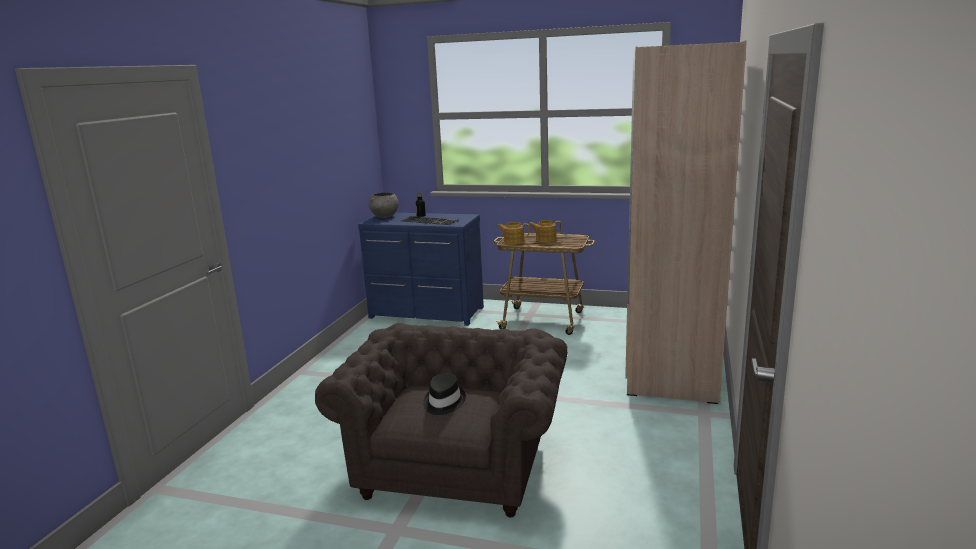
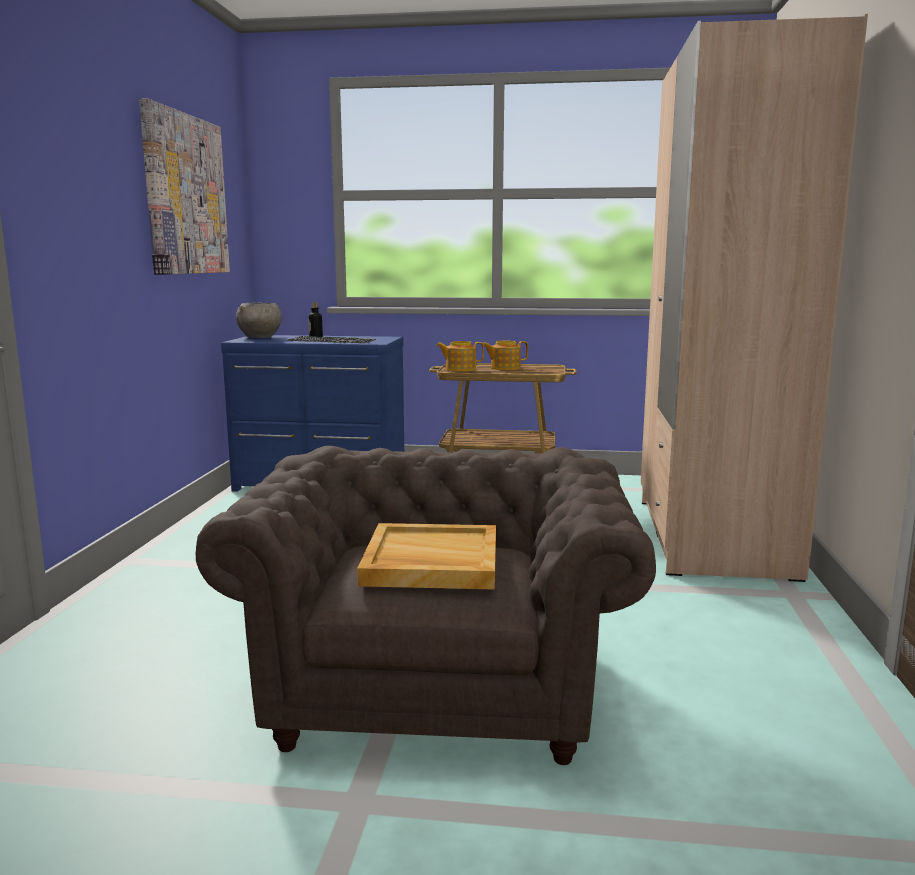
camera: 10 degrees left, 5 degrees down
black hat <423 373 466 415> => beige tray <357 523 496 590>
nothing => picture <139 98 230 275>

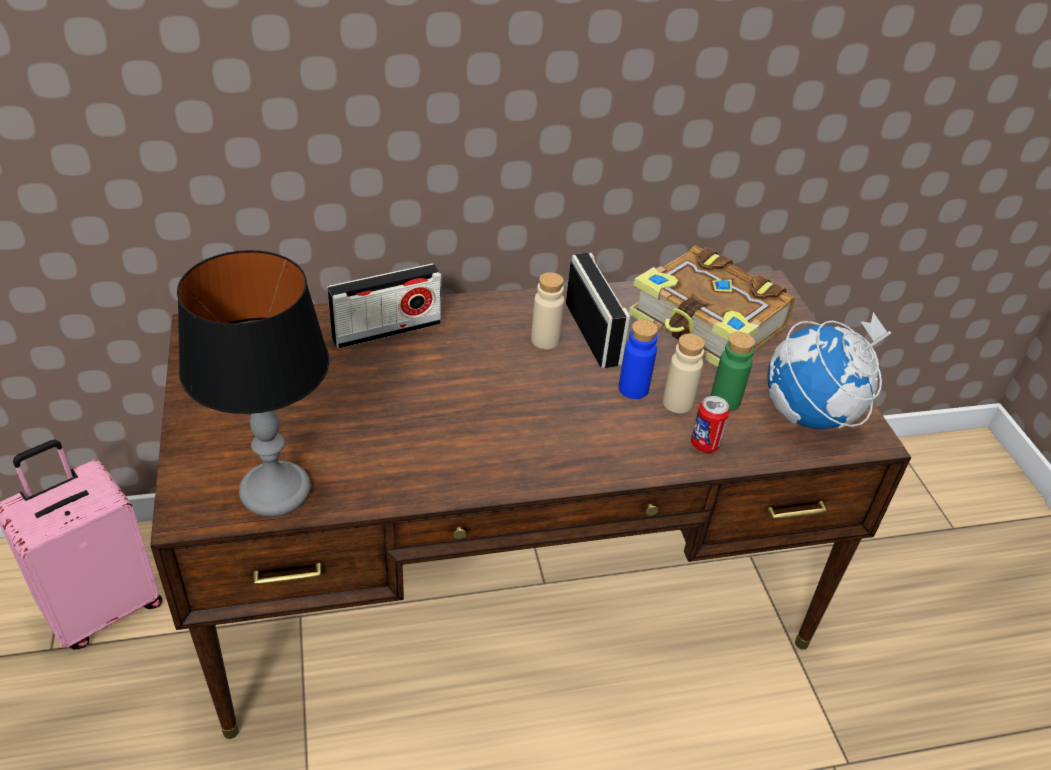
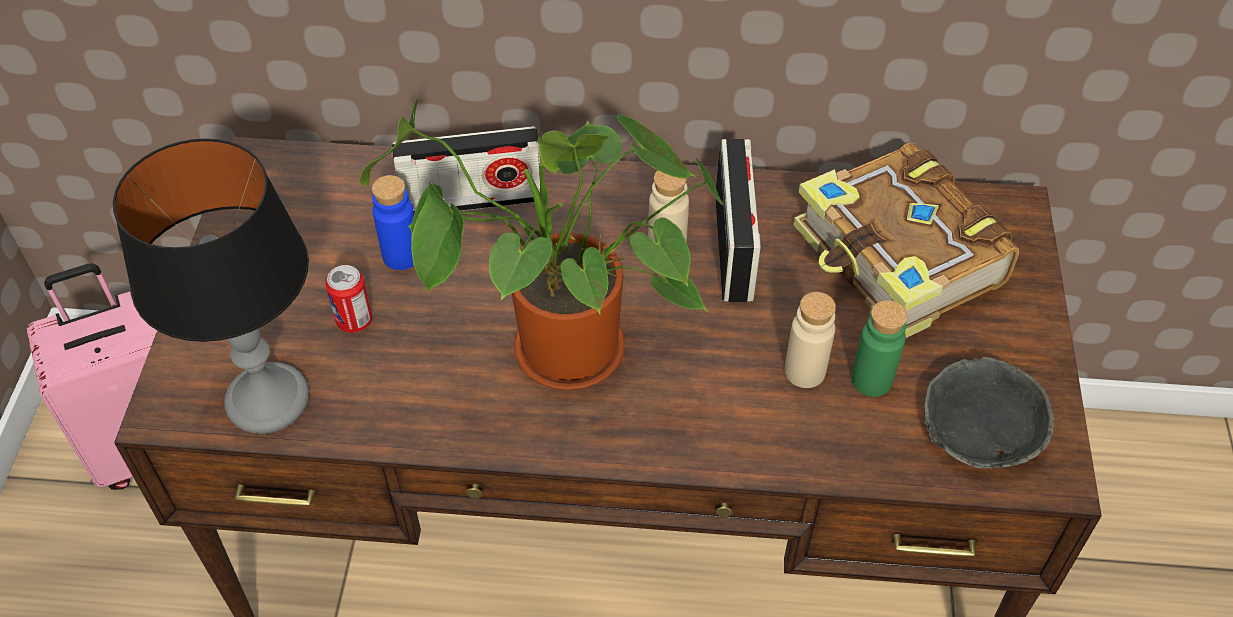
camera: 20 degrees right, 10 degrees up
blue bottle <619 320 658 399> => blue bottle <372 175 414 270>, shifted
can <691 396 730 453> => can <325 265 372 333>, shifted
globe <768 312 891 430> => grey bowl <925 357 1054 469>
nothing => potted plant <359 95 724 390>

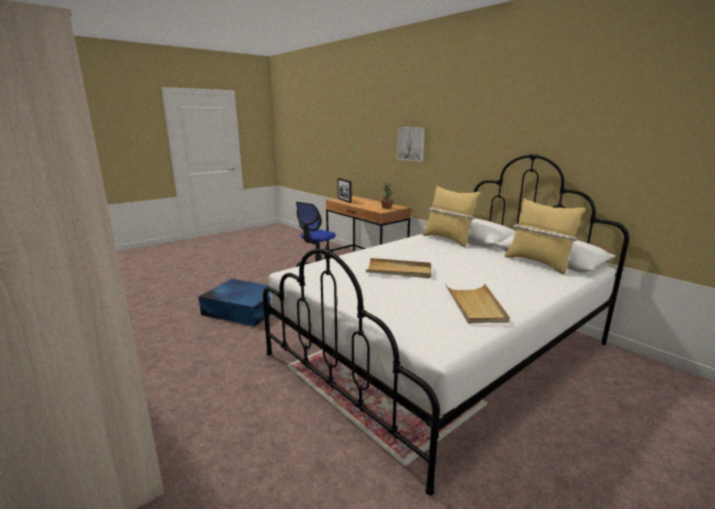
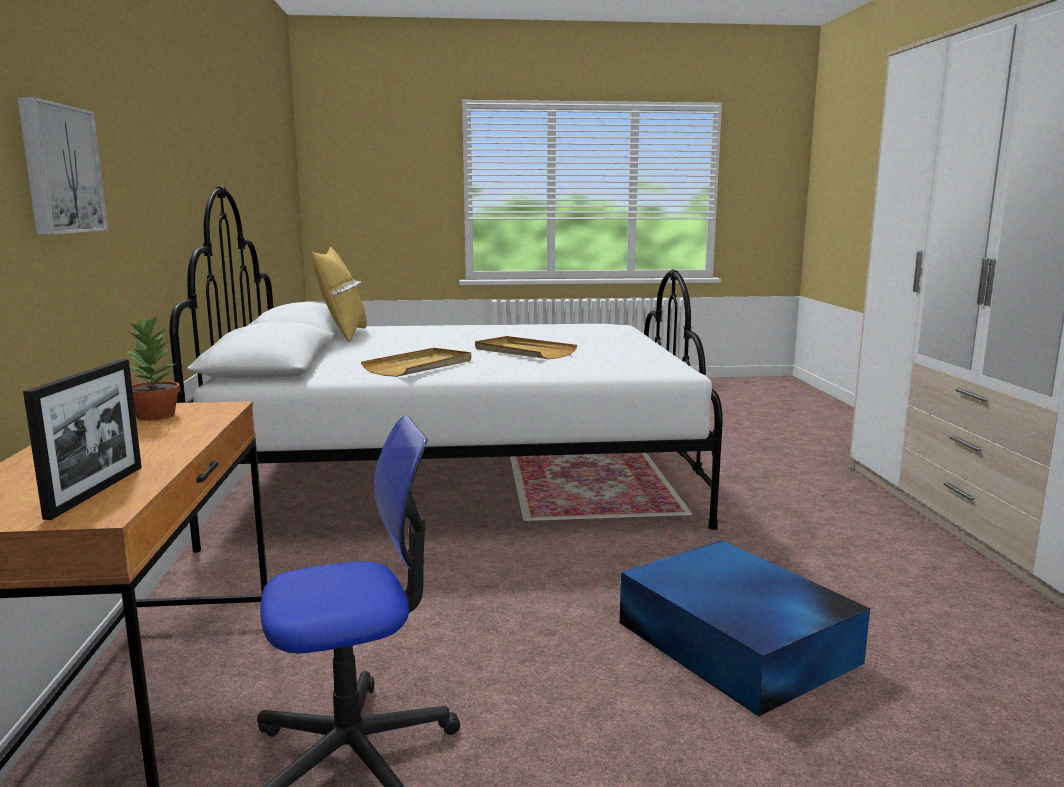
camera: 145 degrees left, 5 degrees down
yellow pillow <422 186 480 247> => nothing
beige tray <445 284 510 323> => beige tray <361 348 471 377>, shifted

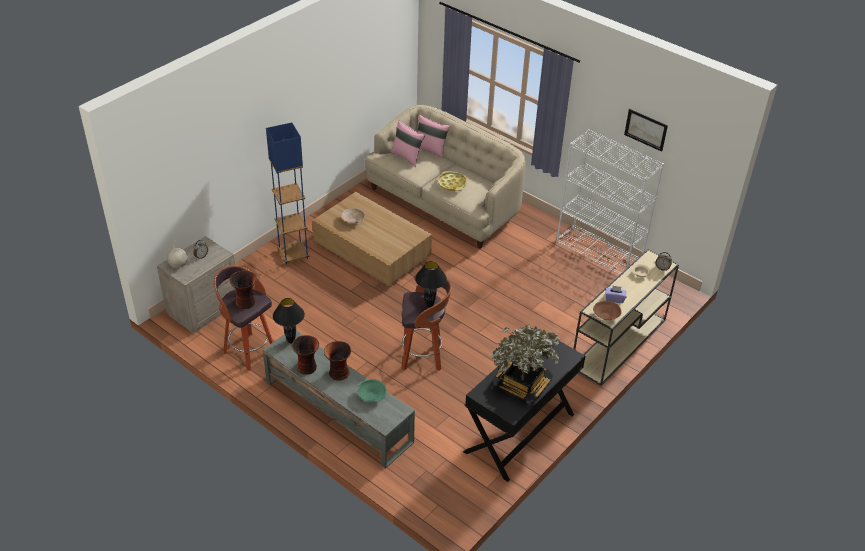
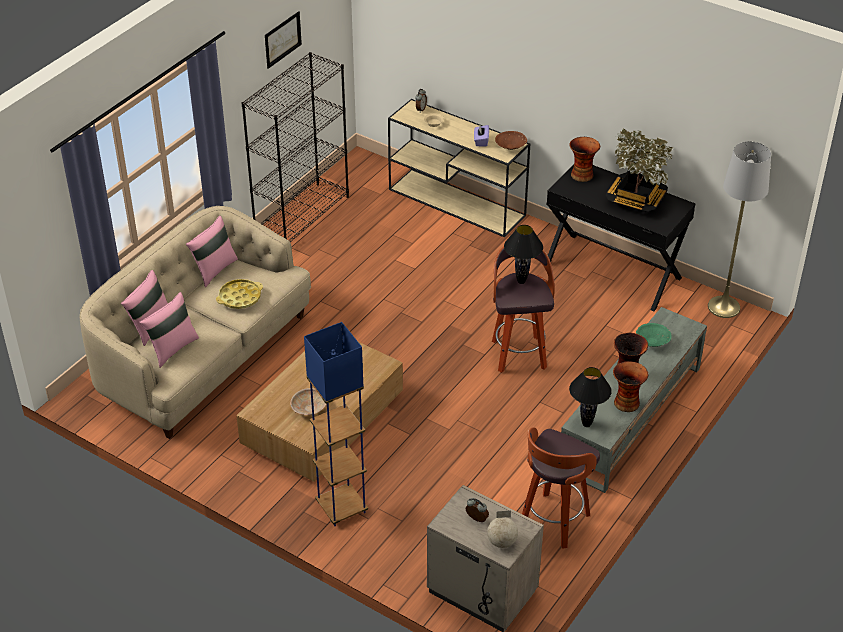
camera: 95 degrees left, 0 degrees up
vase <229 270 257 309> => vase <569 137 600 182>, shifted
white bookcase <556 129 664 274> => black bookcase <241 52 349 242>
nothing => pink pillow <186 216 238 287>
nothing => grey floor lamp <708 141 771 318>

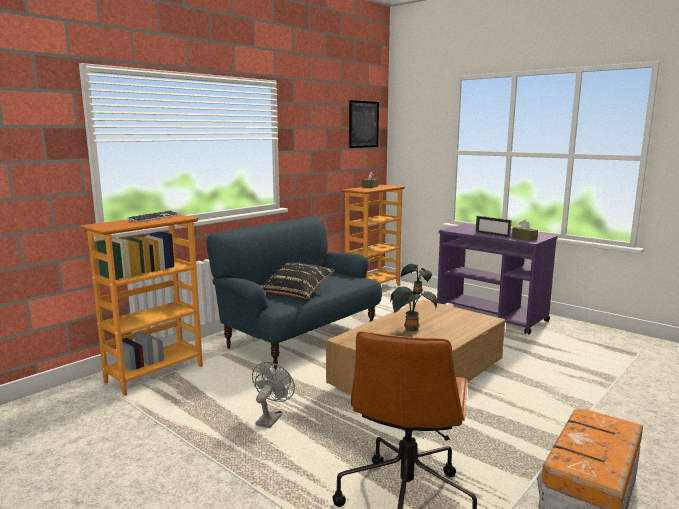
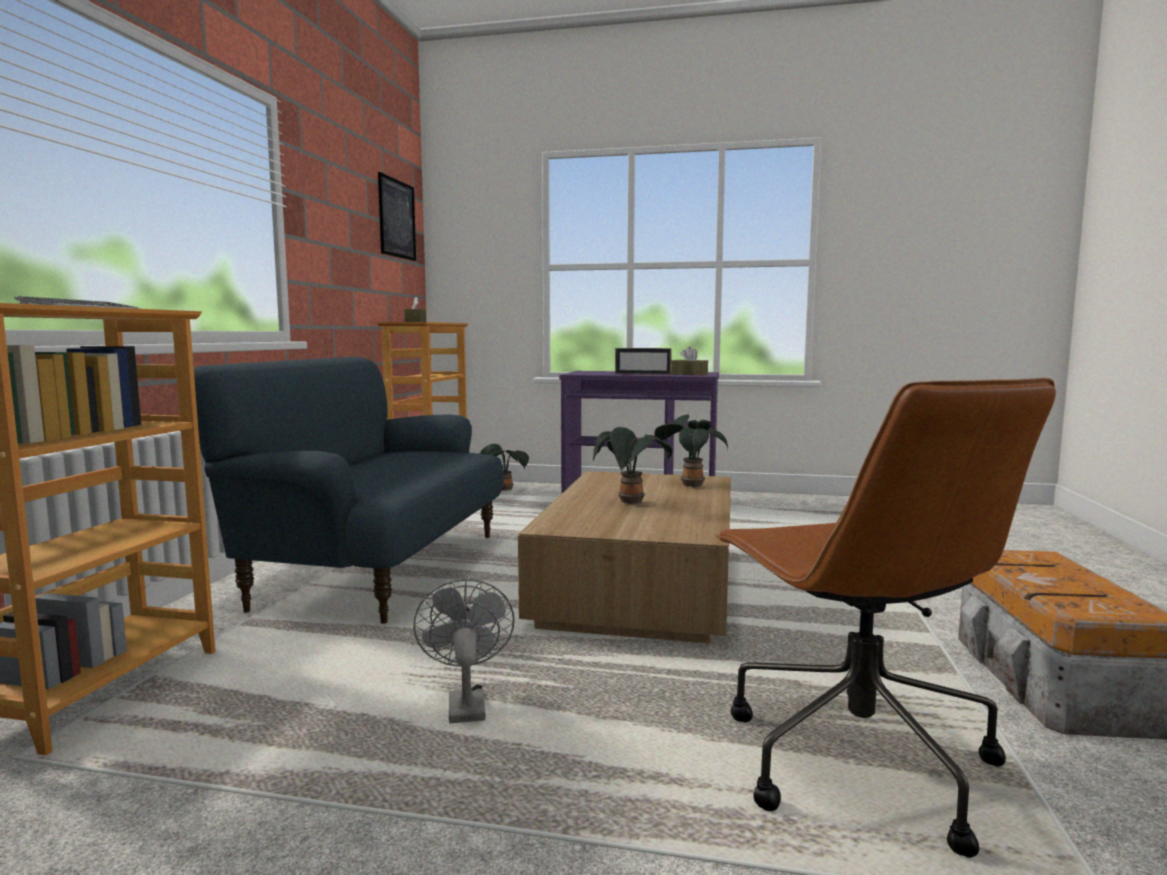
camera: 30 degrees left, 5 degrees down
black pillow <260 262 334 299> => nothing
nothing => potted plant <654 414 728 488>

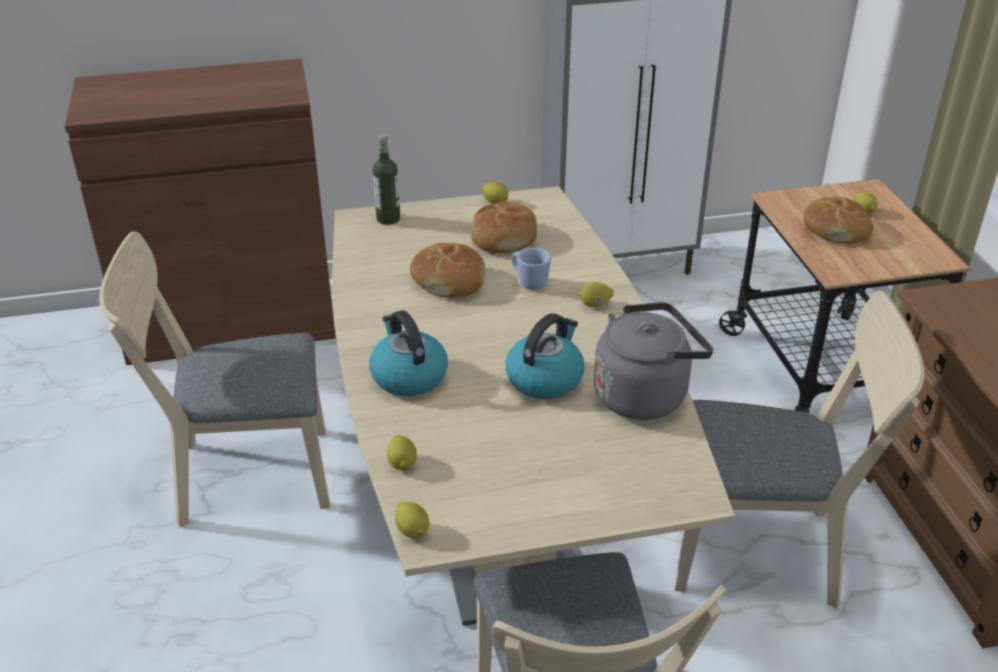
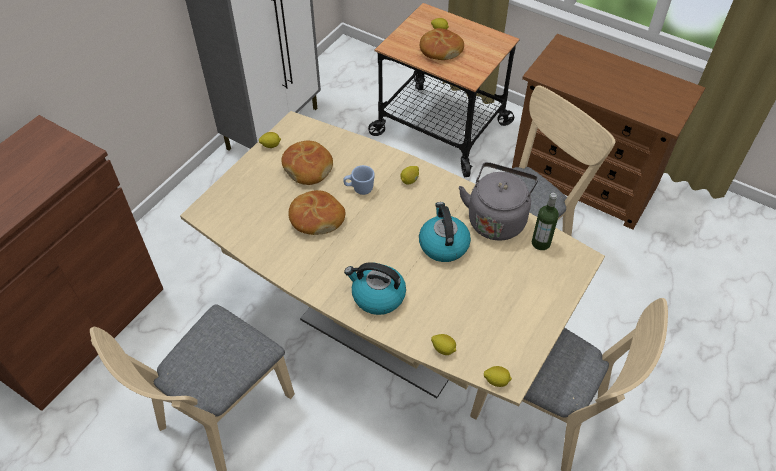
camera: 45 degrees left, 15 degrees up
bottle <373 134 400 225> => bottle <532 193 559 250>, shifted

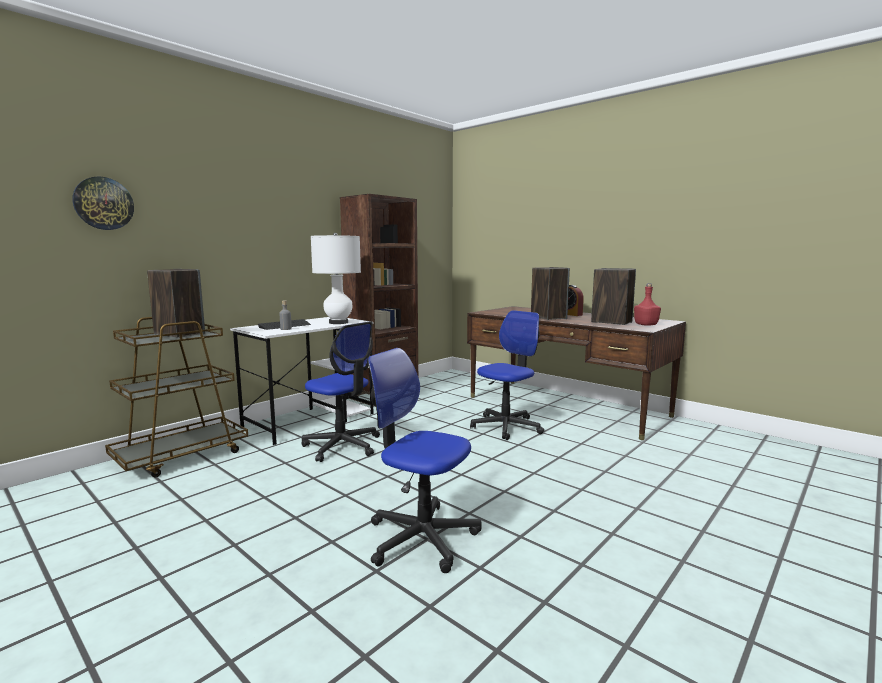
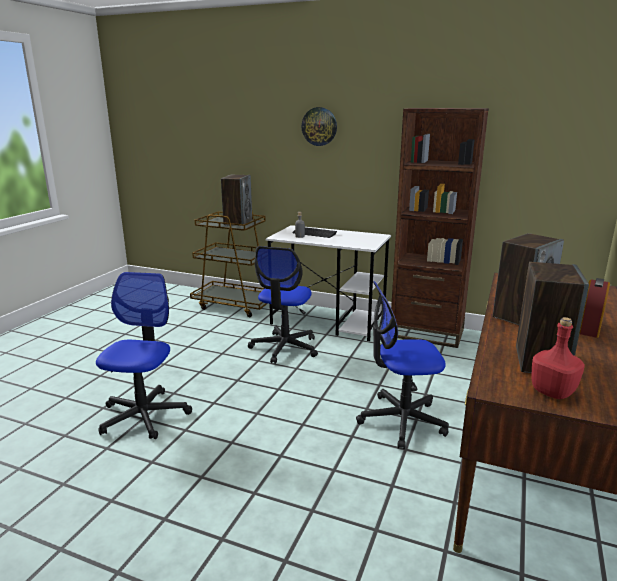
camera: 70 degrees right, 10 degrees up
wall clock <72 176 134 230> => wall clock <301 107 337 146>, shifted
white table lamp <311 233 361 324> => nothing
office chair <470 310 544 440> => office chair <356 281 449 449>, 150 degrees clockwise

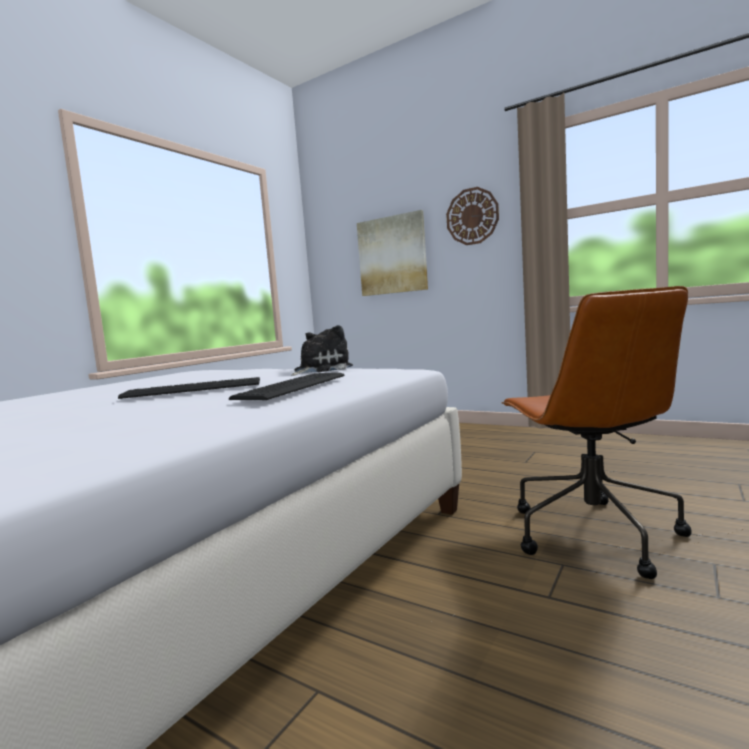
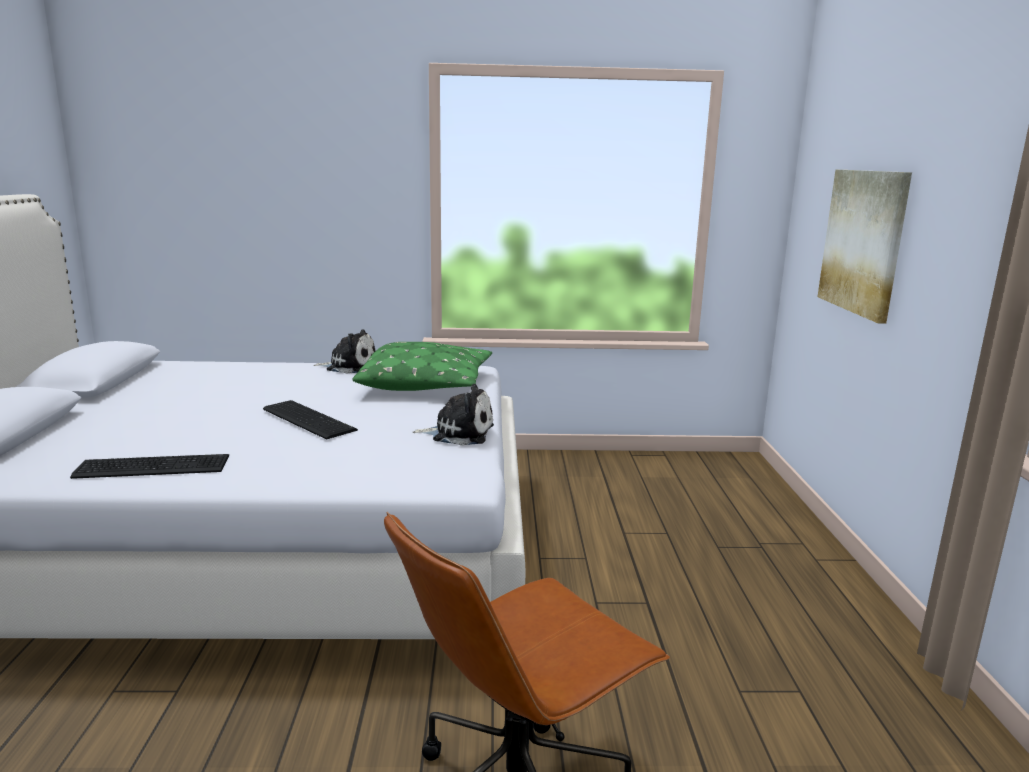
camera: 55 degrees right, 10 degrees up
keyboard <229 373 345 400> => keyboard <70 454 229 479>, shifted
wall clock <446 187 499 245> => nothing
nothing => plush toy <314 329 375 374>
nothing => green pillow <352 342 492 391>

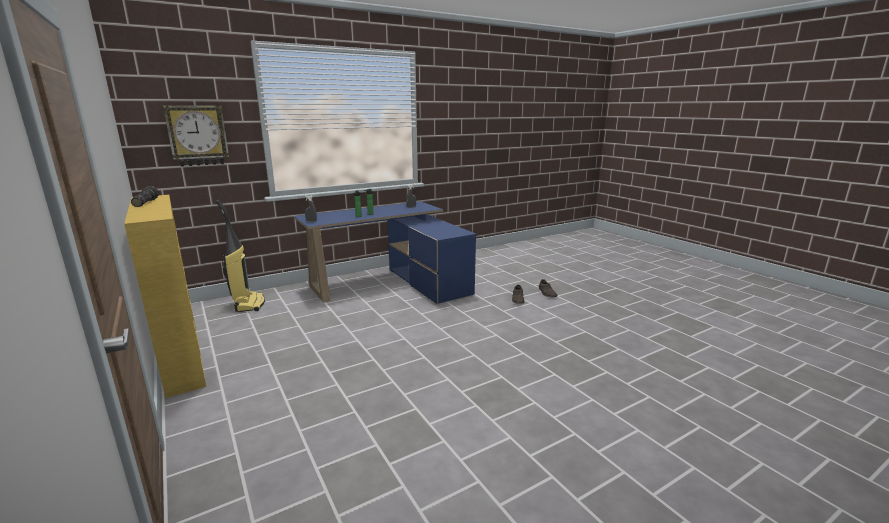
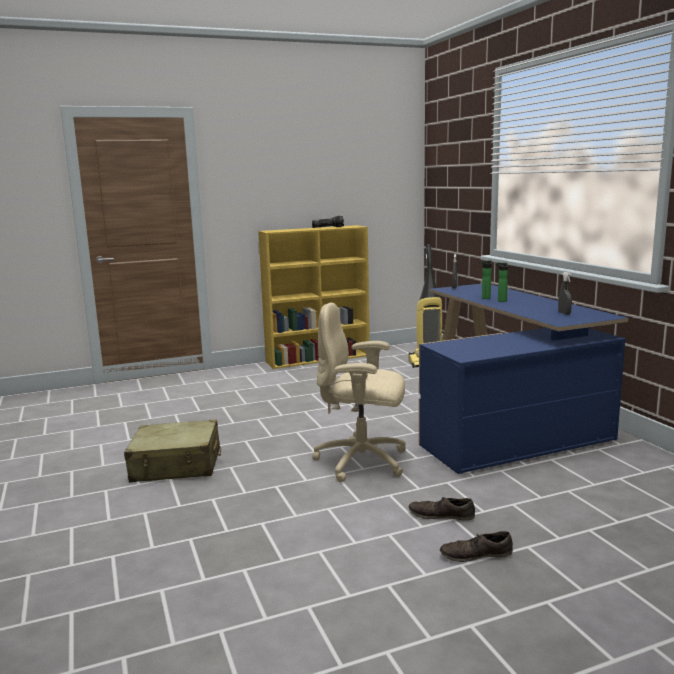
camera: 100 degrees right, 5 degrees down
wall clock <163 105 229 167> => nothing
nothing => beige suitcase <124 420 221 482>
nothing => beige office chair <312 303 406 482>

